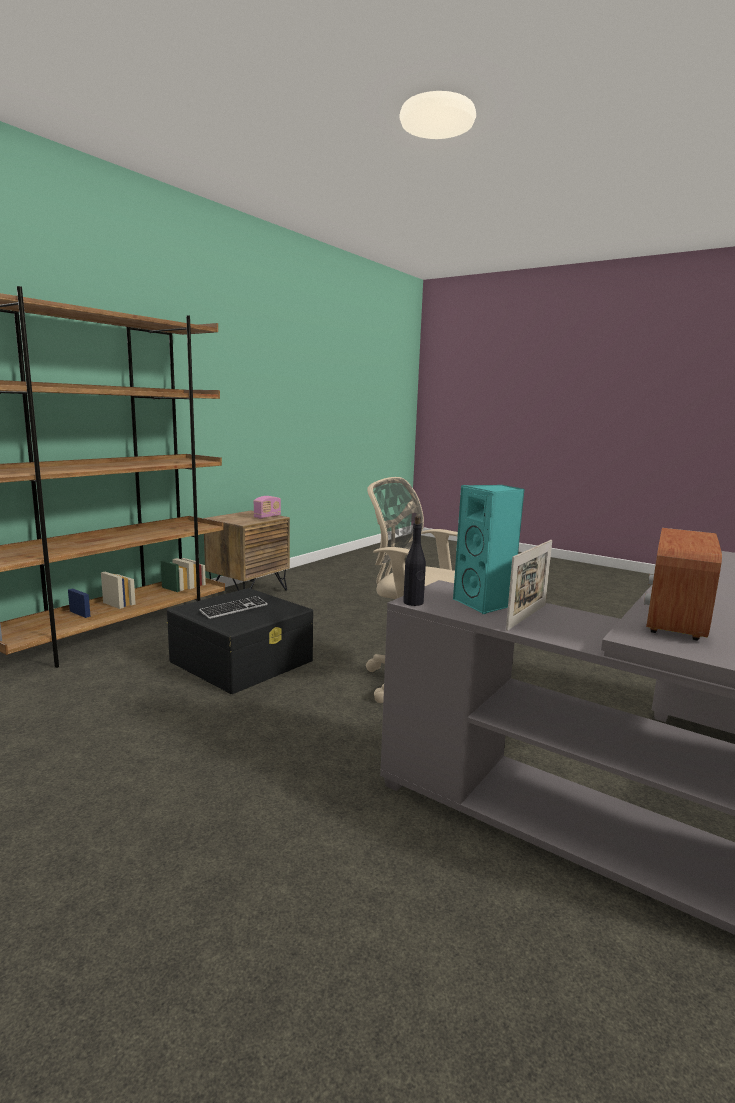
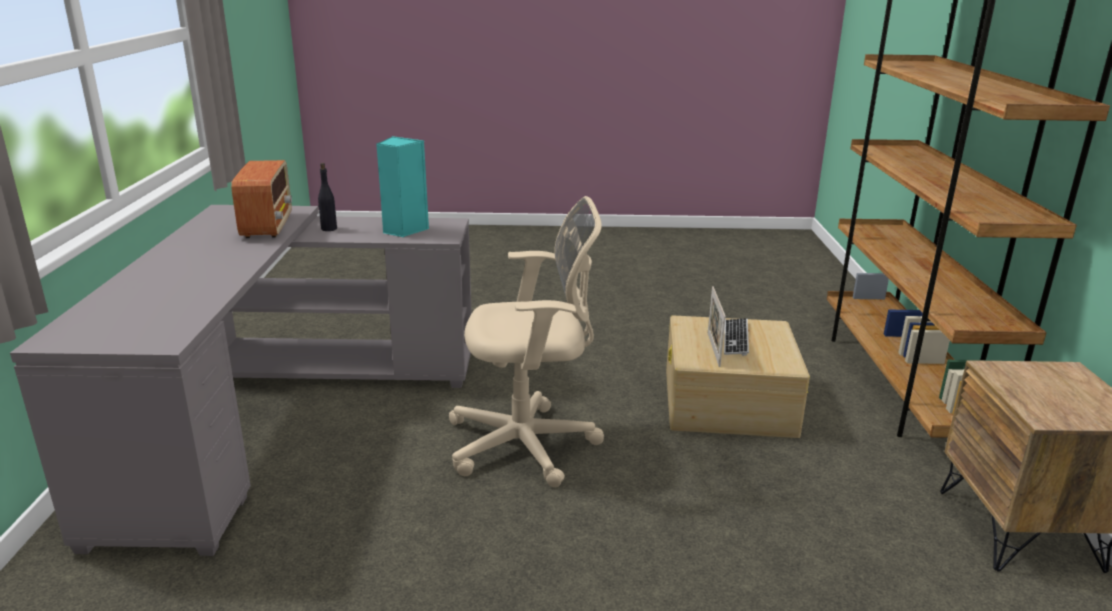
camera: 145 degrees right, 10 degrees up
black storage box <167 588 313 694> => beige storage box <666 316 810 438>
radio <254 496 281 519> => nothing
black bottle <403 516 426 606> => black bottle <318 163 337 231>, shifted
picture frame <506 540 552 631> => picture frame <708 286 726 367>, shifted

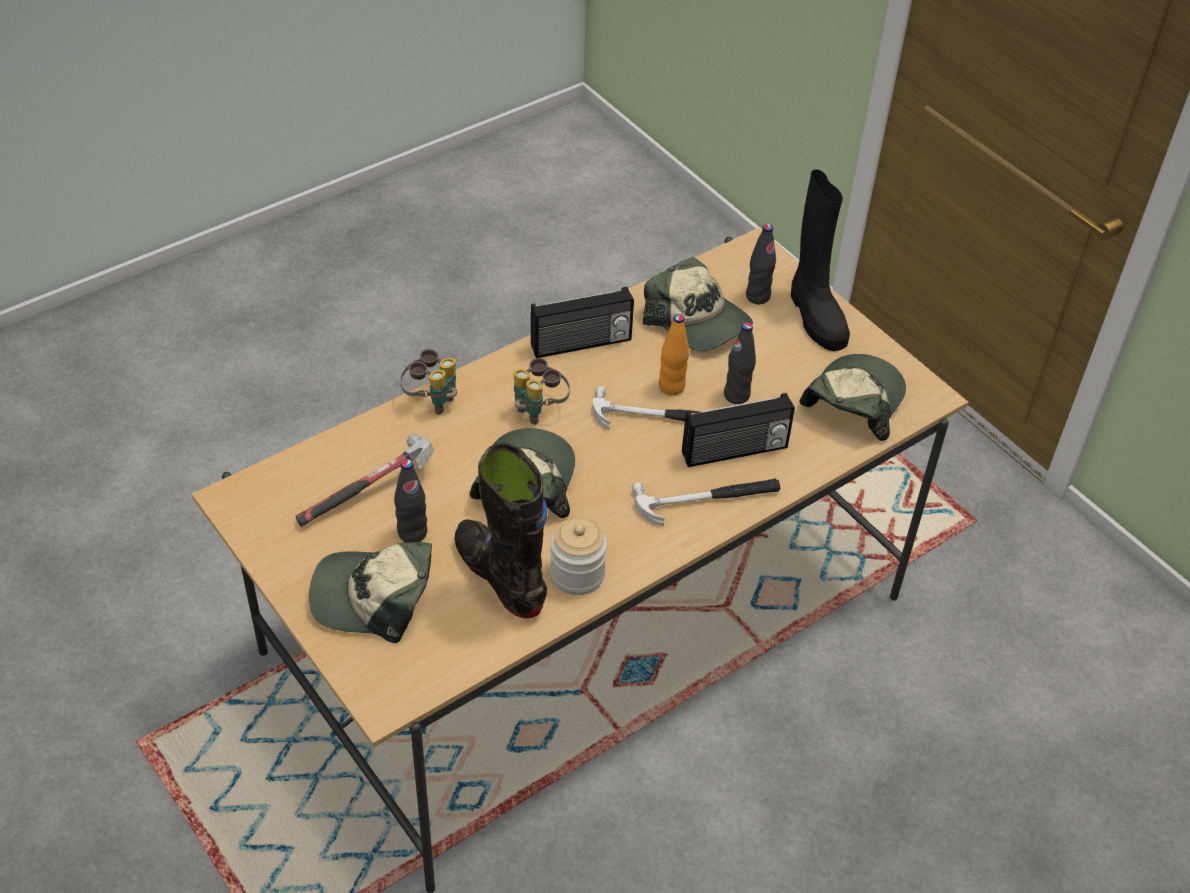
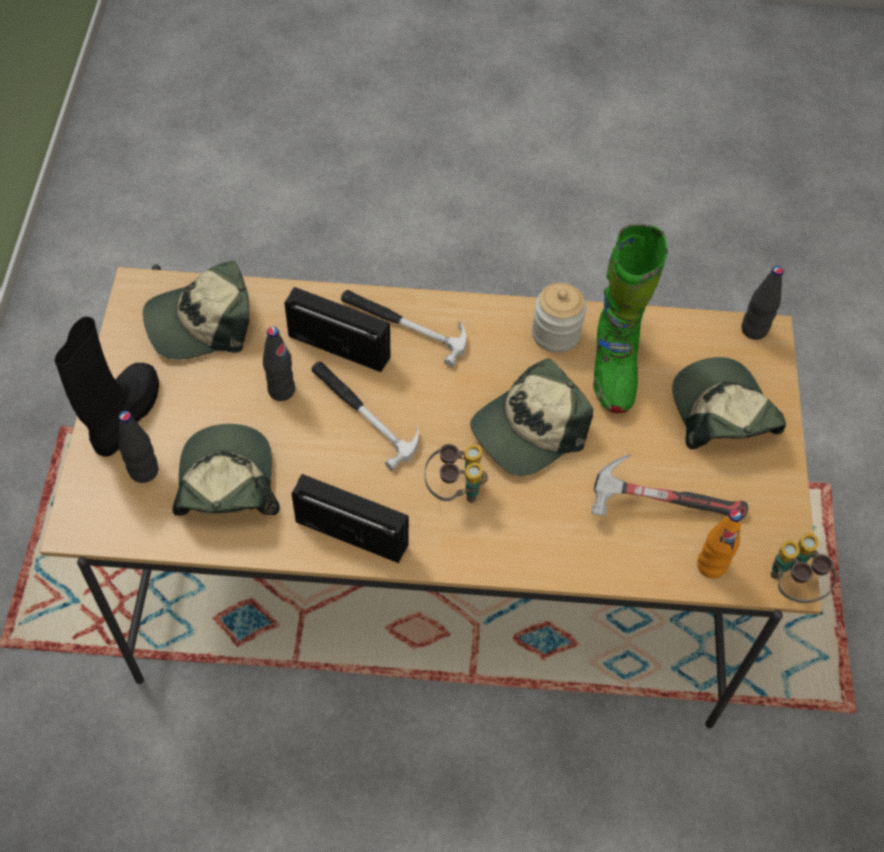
camera: 140 degrees left, 10 degrees up
cap <309 542 432 643> => cap <672 357 786 449>, 150 degrees counterclockwise
black bottle <394 459 427 542> => black bottle <742 266 784 340>, shifted
binoculars <400 349 457 415> => binoculars <771 533 837 603>, shifted
black boot <455 443 548 619> => green boot <593 224 668 413>
orange bottle <659 314 689 396> => orange bottle <697 510 742 578>, shifted

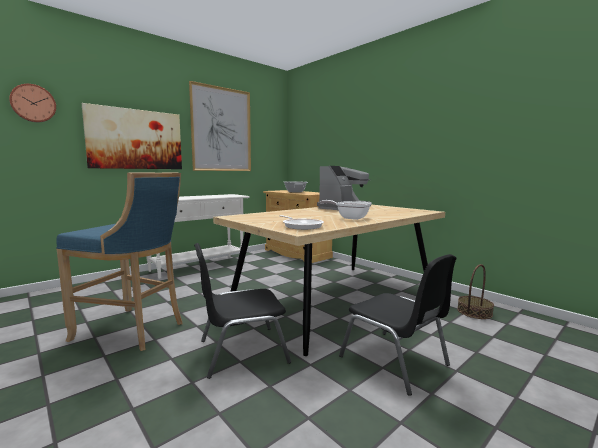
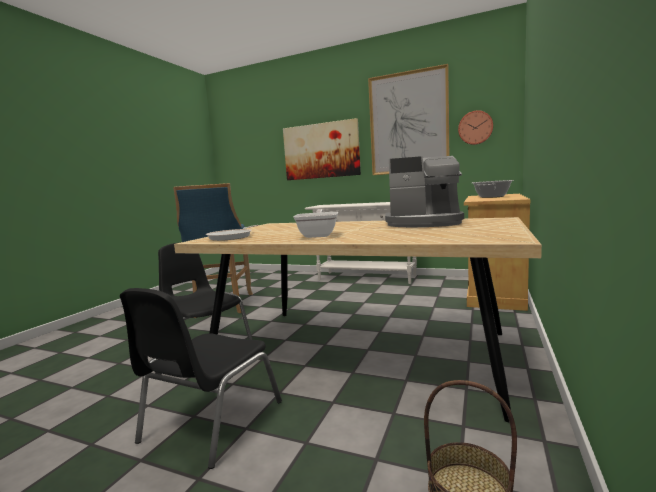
camera: 65 degrees right, 0 degrees up
wall clock <9 84 56 122> => wall clock <458 110 493 145>, shifted

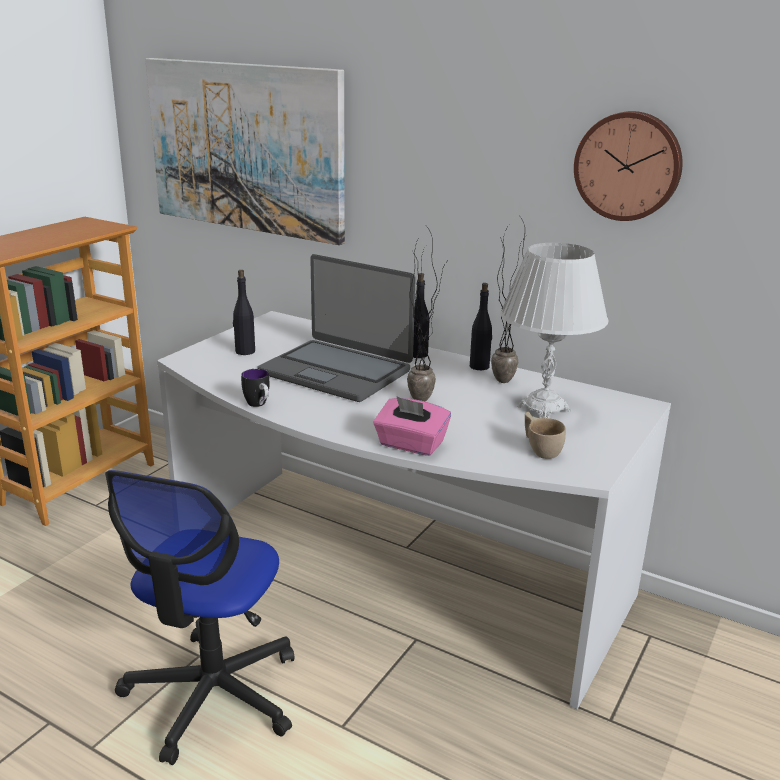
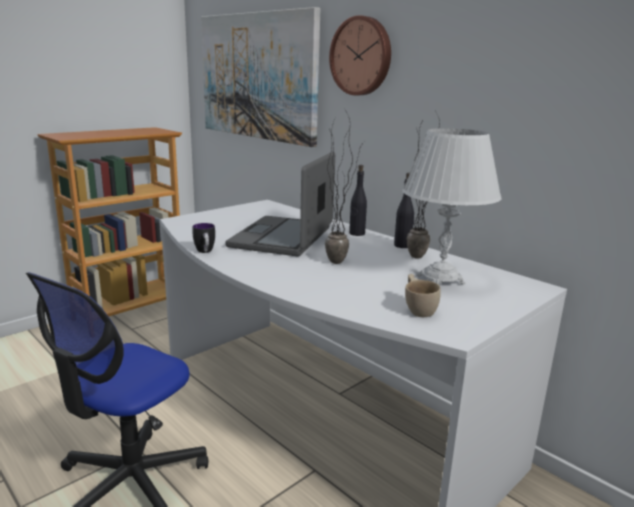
camera: 15 degrees right, 5 degrees down
black bottle <233 270 255 355> => nothing
laptop <257 254 416 402> => laptop <225 152 335 256>, 60 degrees clockwise
pink tissue box <373 396 451 456> => nothing
wall clock <574 111 683 221> => wall clock <329 15 391 95>, shifted

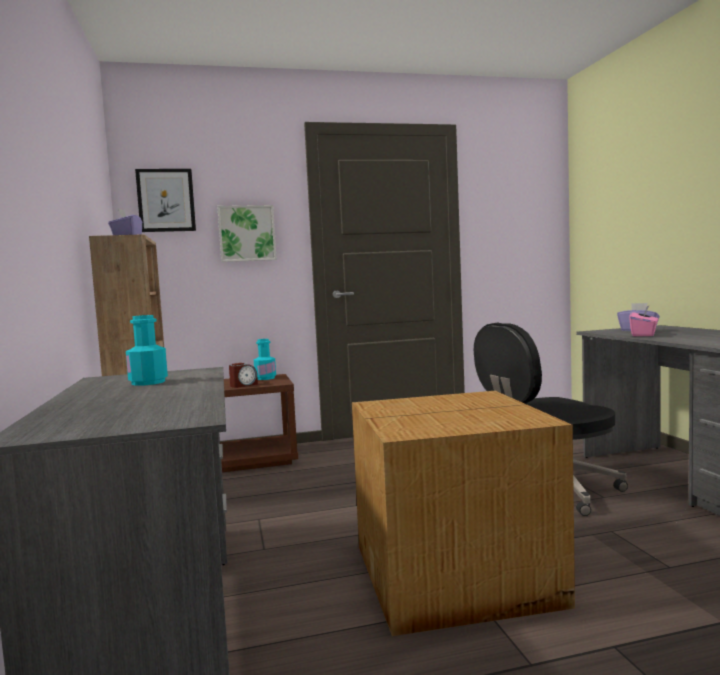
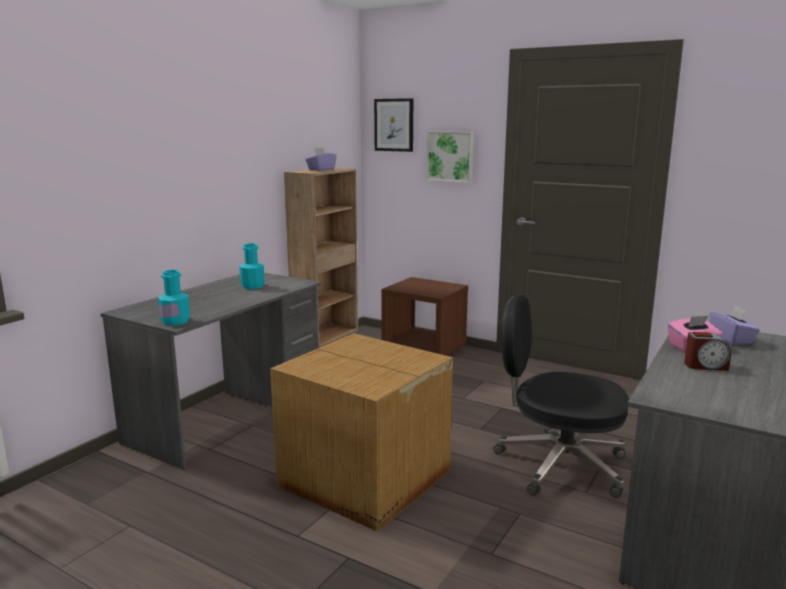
camera: 45 degrees right, 10 degrees up
alarm clock <229 363 258 388> => alarm clock <684 332 731 371>, shifted
turquoise bottle <254 339 276 380> => turquoise bottle <158 270 190 325>, shifted

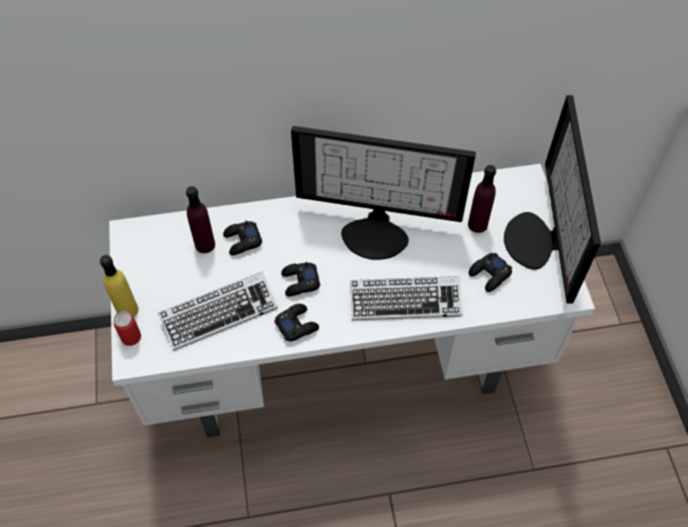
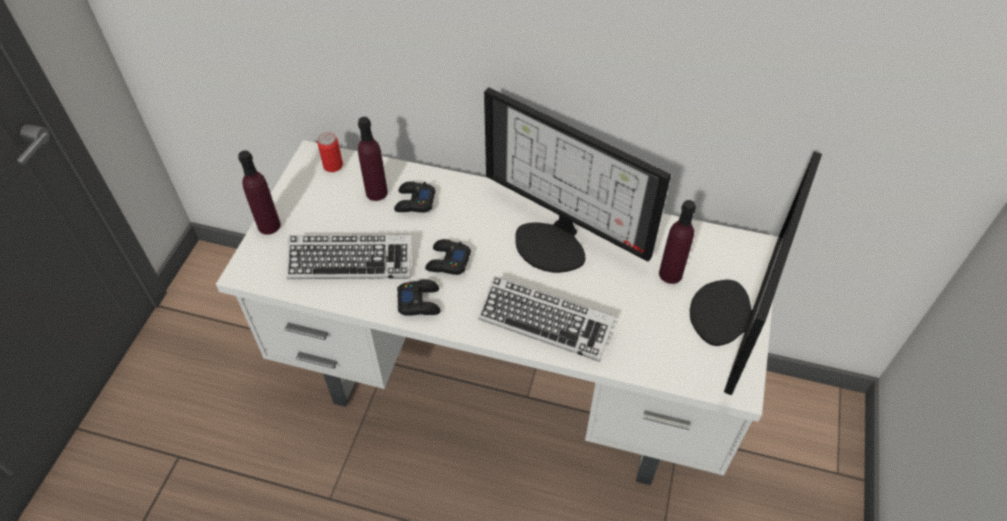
camera: 25 degrees right, 5 degrees down
yellow bottle <100 255 139 317> => purple bottle <238 150 281 235>
can <113 311 141 346> => can <317 132 343 172>, shifted
black game controller <468 253 512 292> => nothing

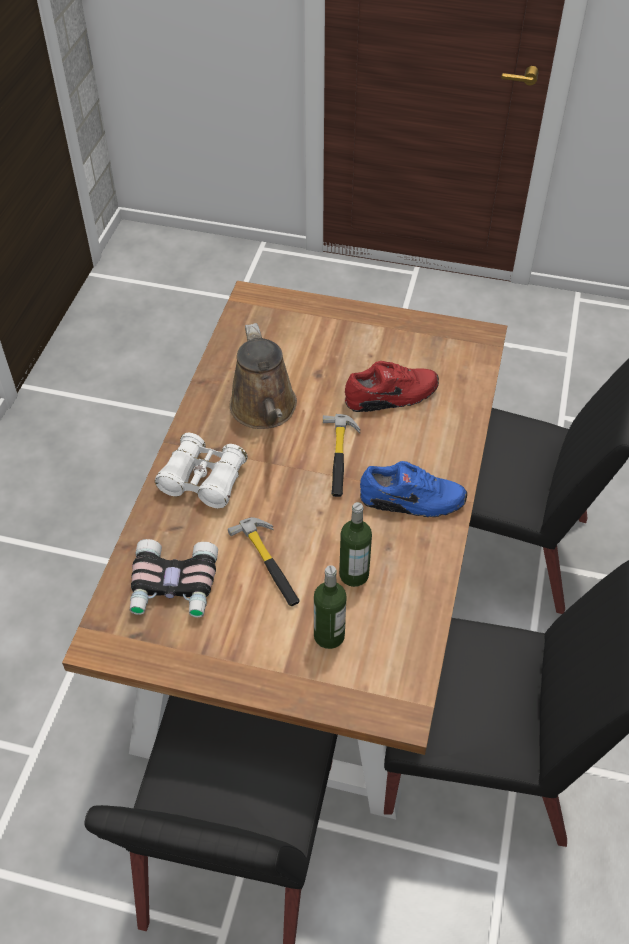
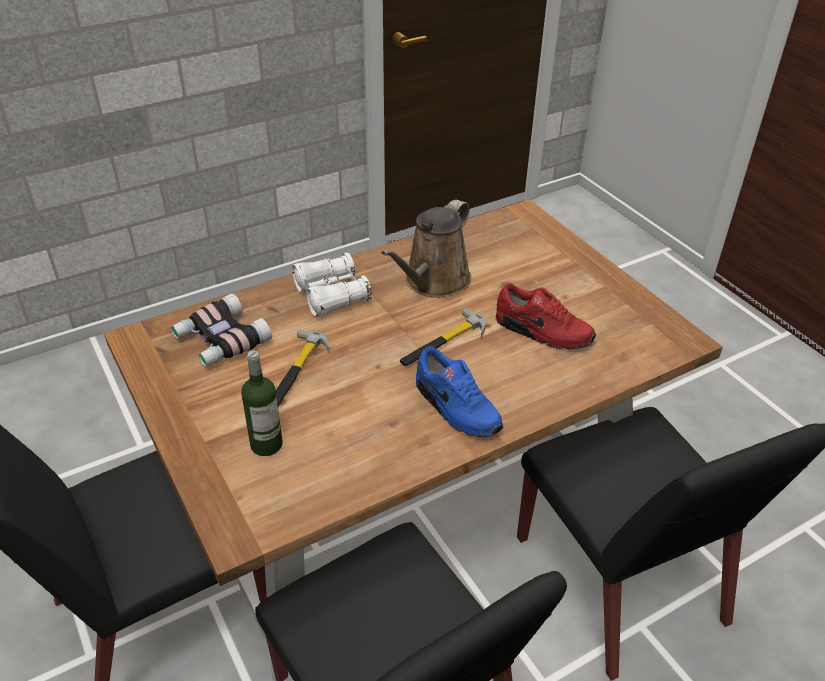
camera: 45 degrees right, 10 degrees down
bottle <339 502 372 587> => nothing

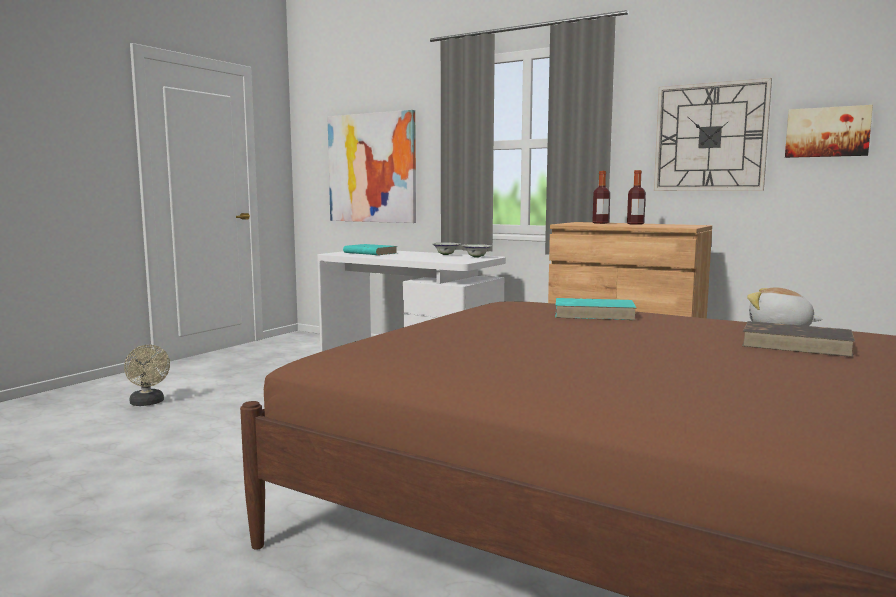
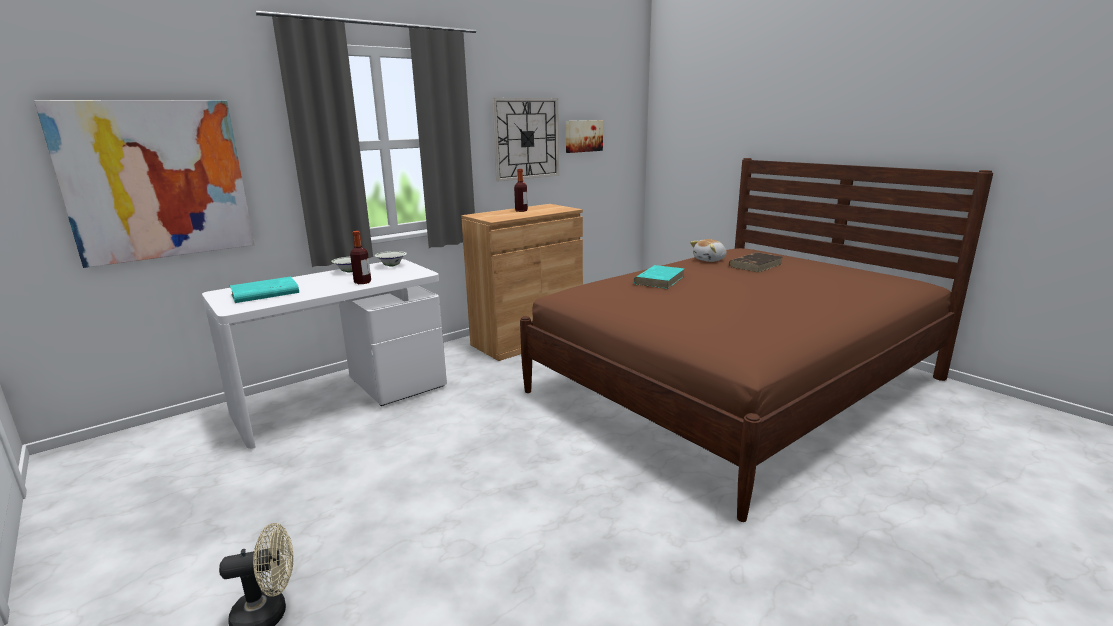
camera: 70 degrees left, 10 degrees up
bottle <593 171 610 224> => bottle <350 231 371 284>, shifted

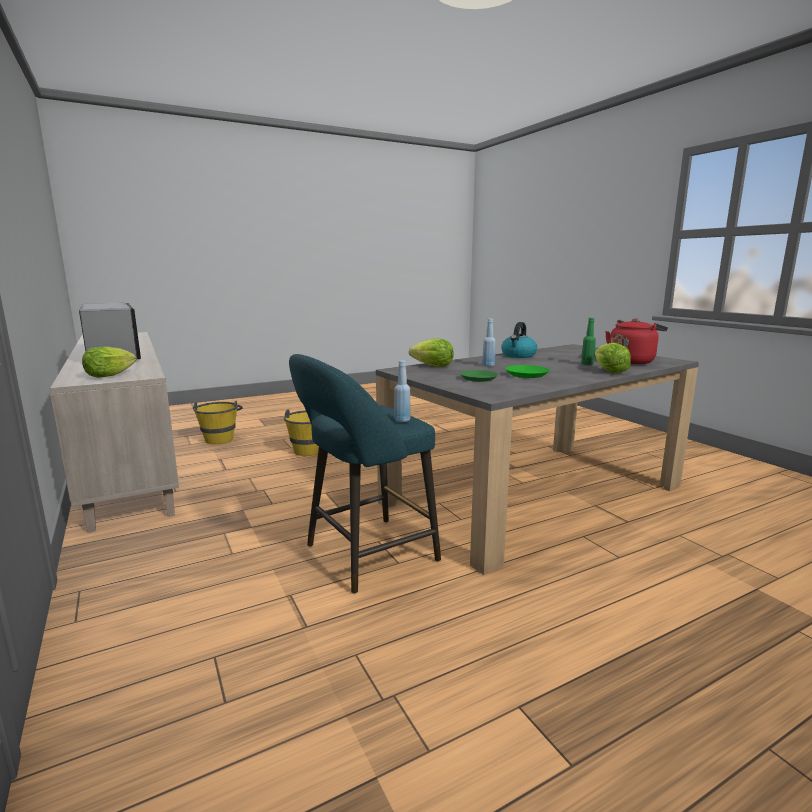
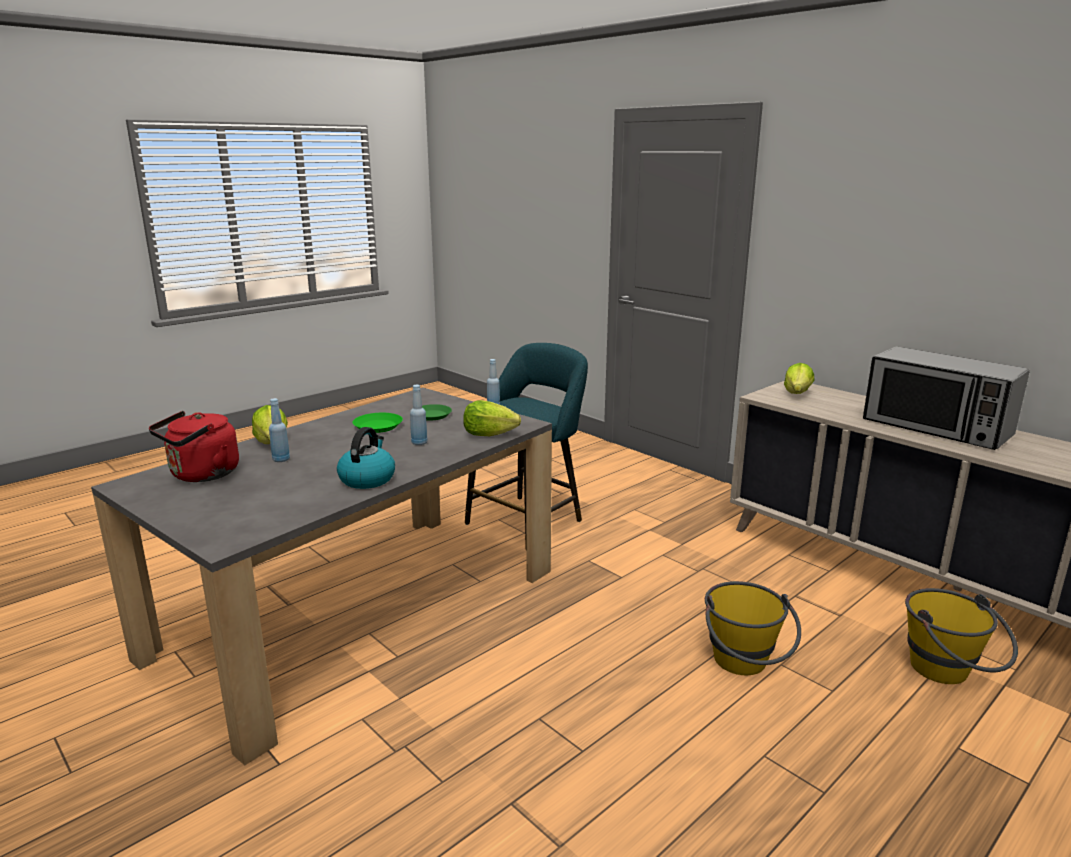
camera: 165 degrees right, 5 degrees up
green bottle <581 318 596 365> => blue bottle <269 398 290 462>

